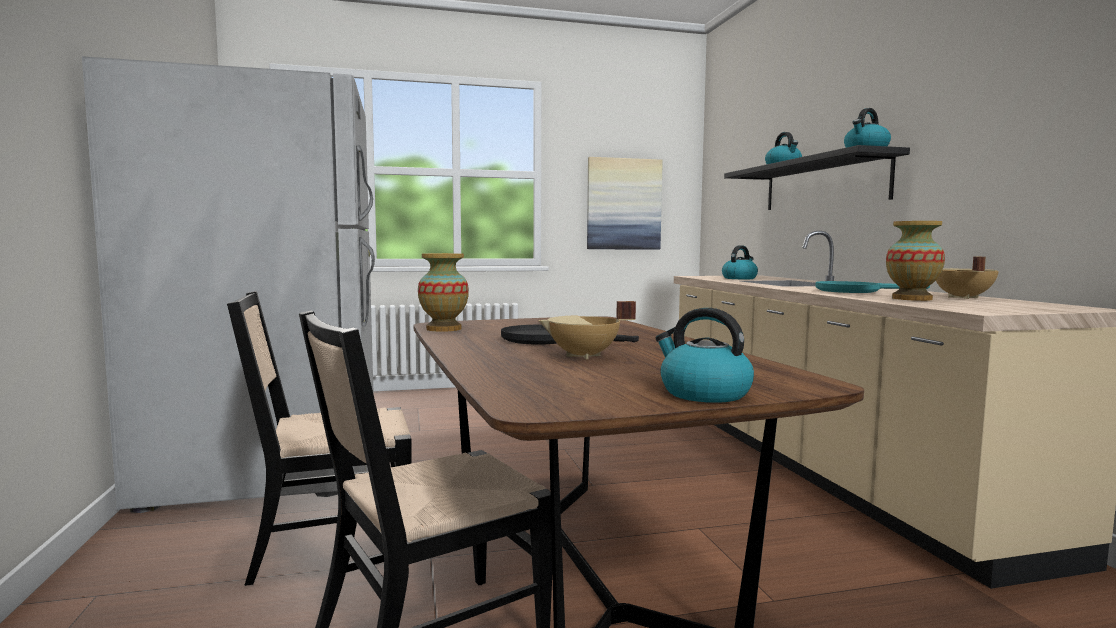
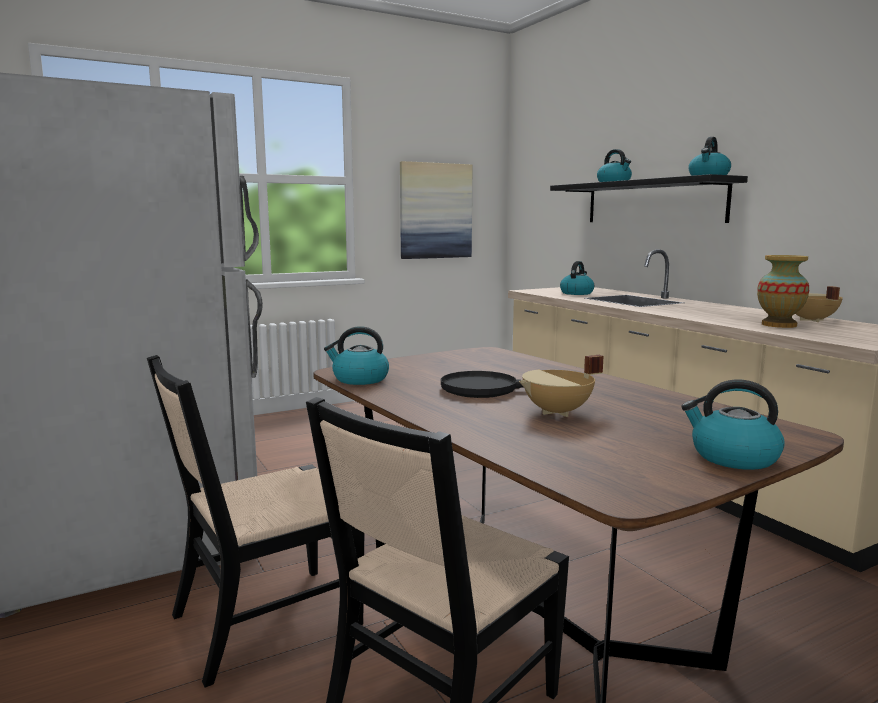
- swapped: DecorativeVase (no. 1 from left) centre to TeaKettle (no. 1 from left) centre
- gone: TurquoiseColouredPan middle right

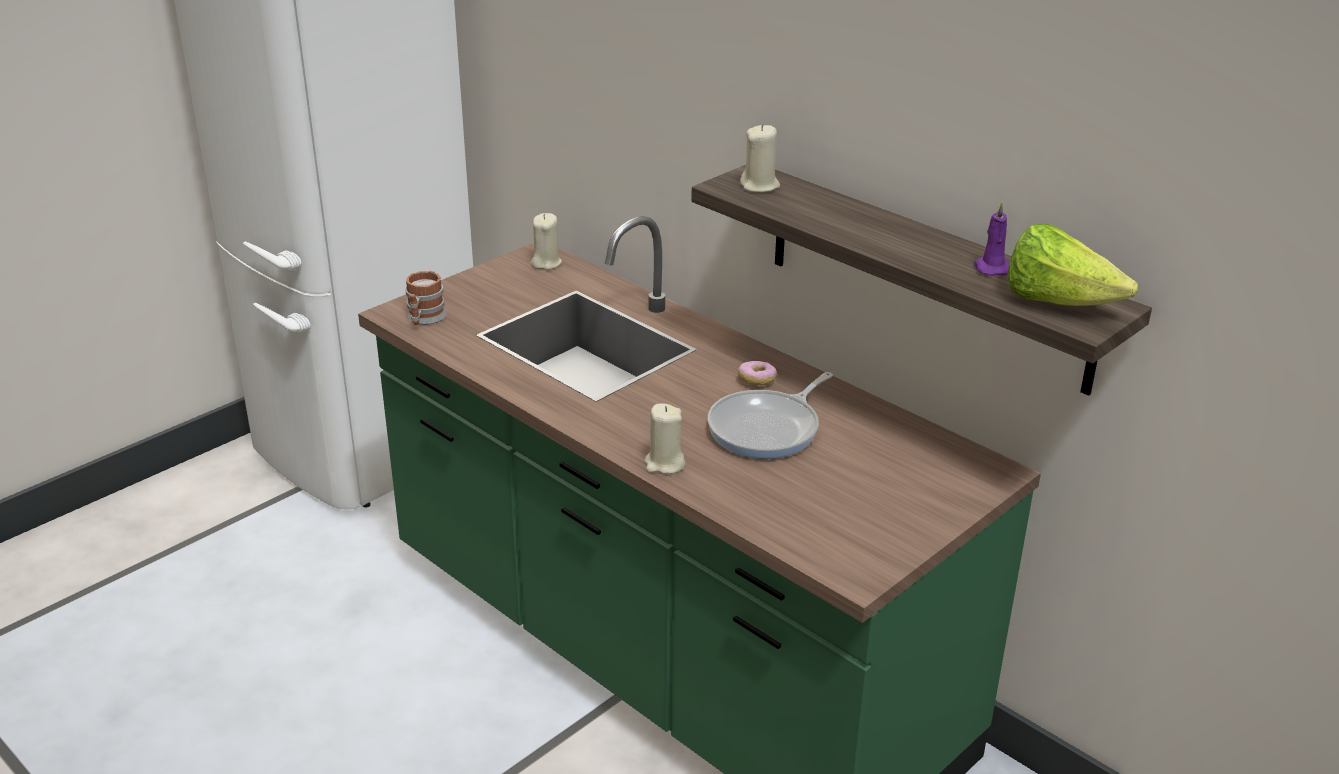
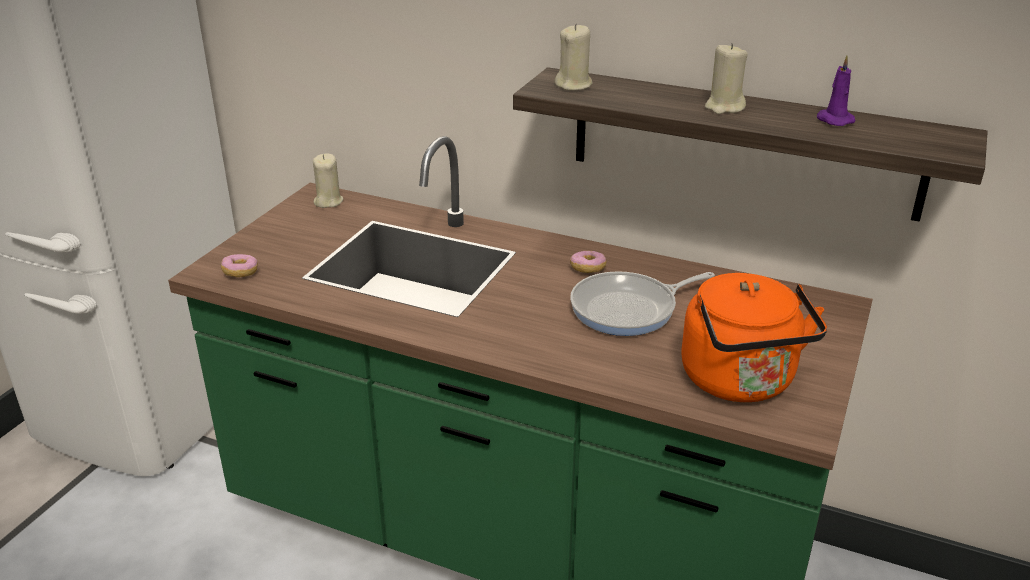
- swapped: CoffeeMug middle left to RingDoughnut (no. 1 from left) middle left
- shifted: BeigeColouredWaxLight (no. 2 from left in the first image) centre to BeigeColouredWaxLight (no. 3 from left) top right
- rotated: Pan centre = centre 45 degrees clockwise
- gone: LettuceHead middle right
- new: OrangeTeaKettle middle right

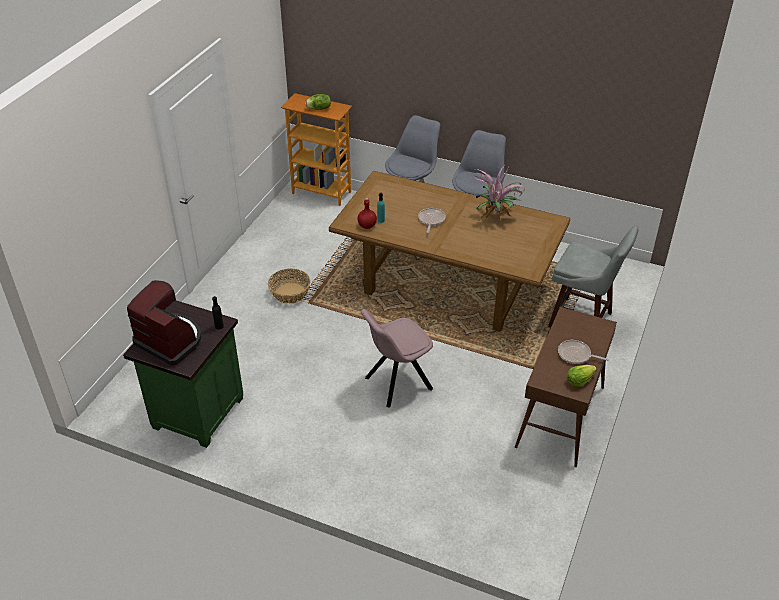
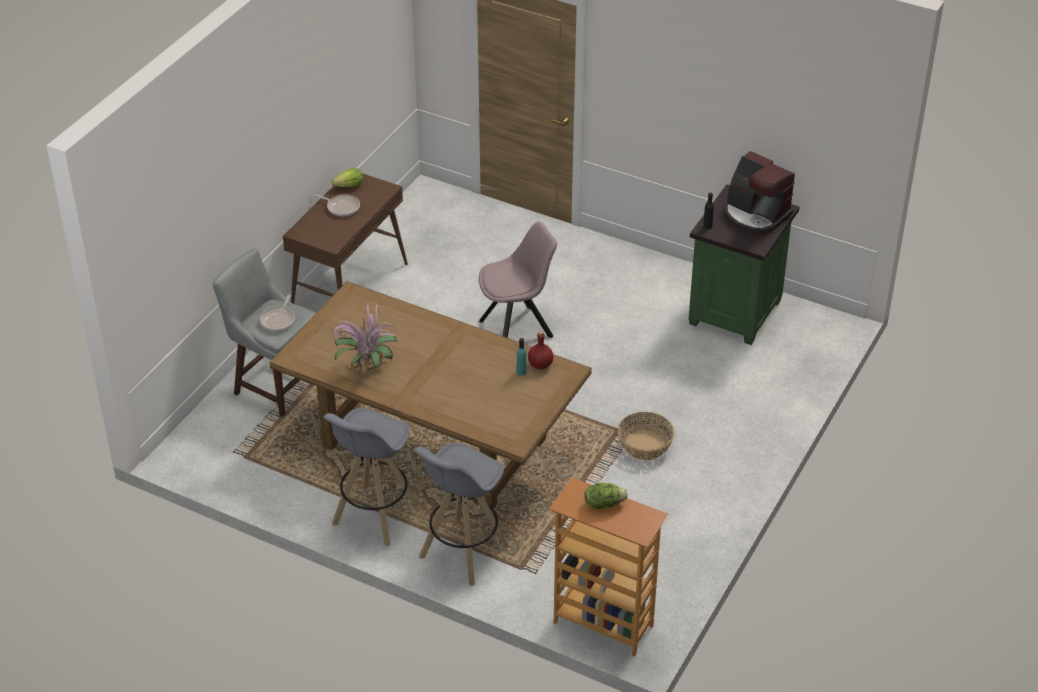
- shifted: Pan (no. 1 from left) centre to middle left

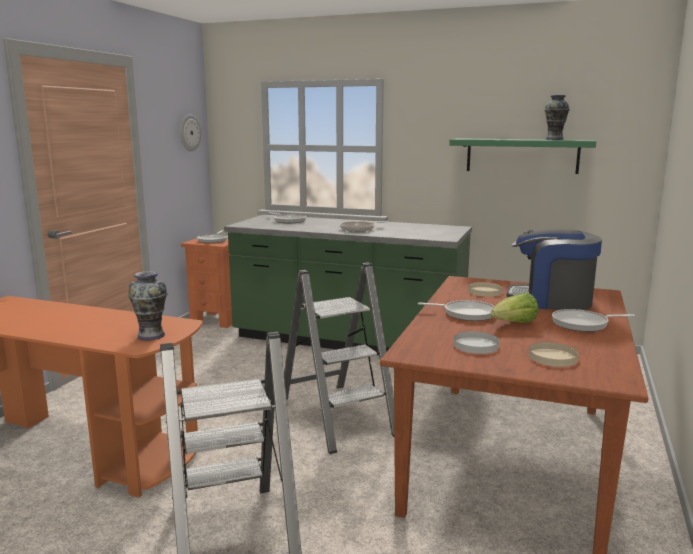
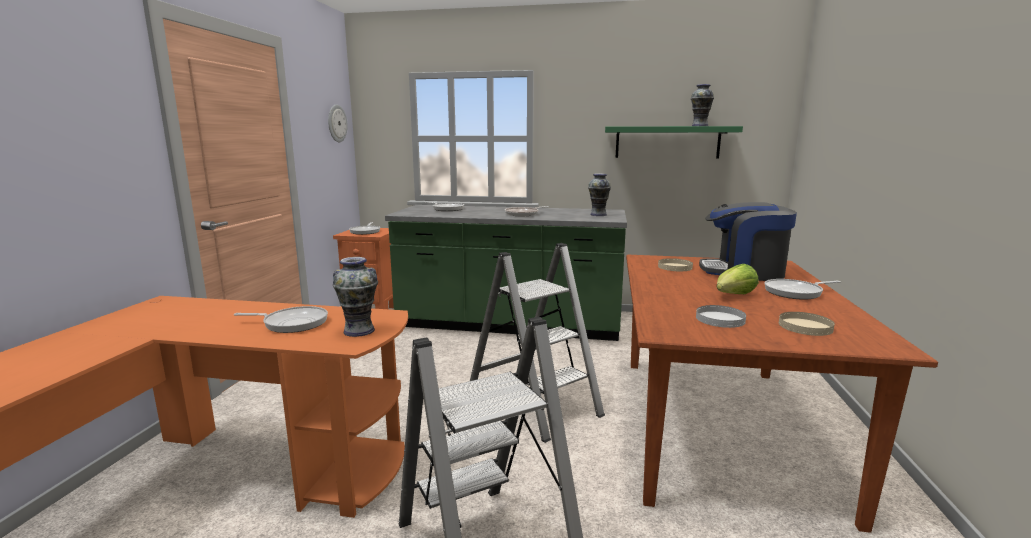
- shifted: Pan (no. 4 from left in the first image) centre to Pan (no. 1 from left) middle left
- new: DecorativeVase (no. 2 from left) centre

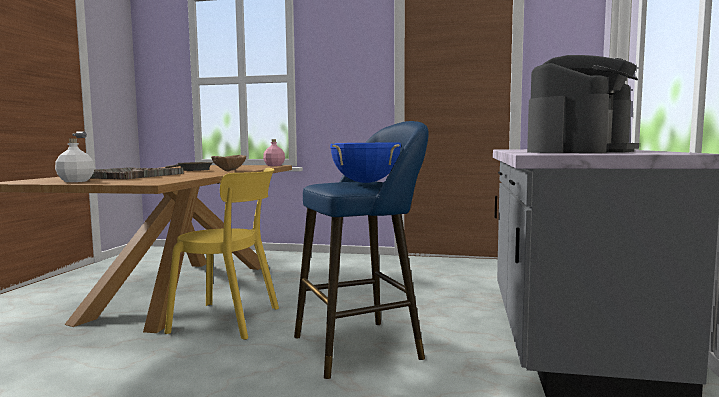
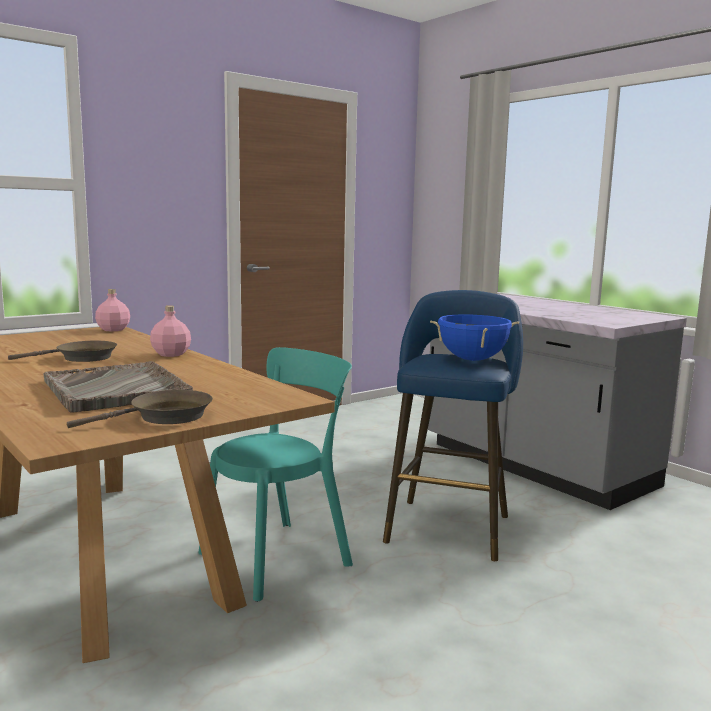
- swapped: WhitishBeverageBottle middle left to BrownishPan (no. 2 from left) middle left
- repainted: YellowPlainChair middle left to TurquoiseColouredPlainChair bottom centre
- swapped: BrownishBowl middle left to PinkBeverageBottle (no. 2 from left) middle left
- gone: CoffeeBrewer top right

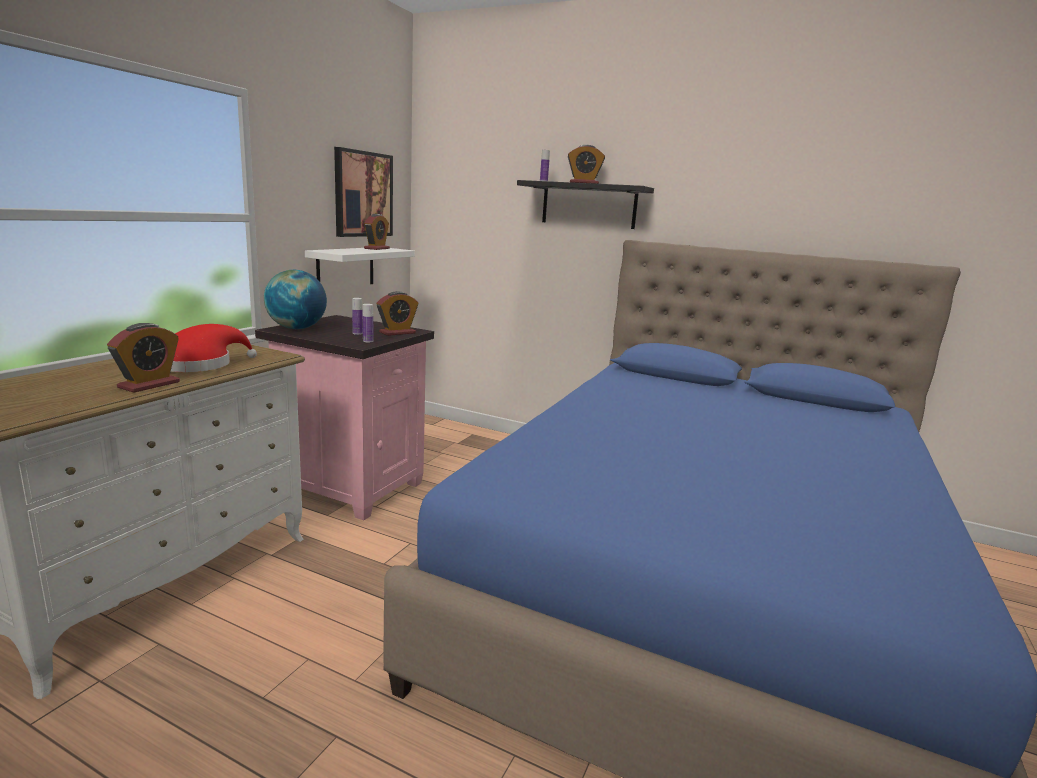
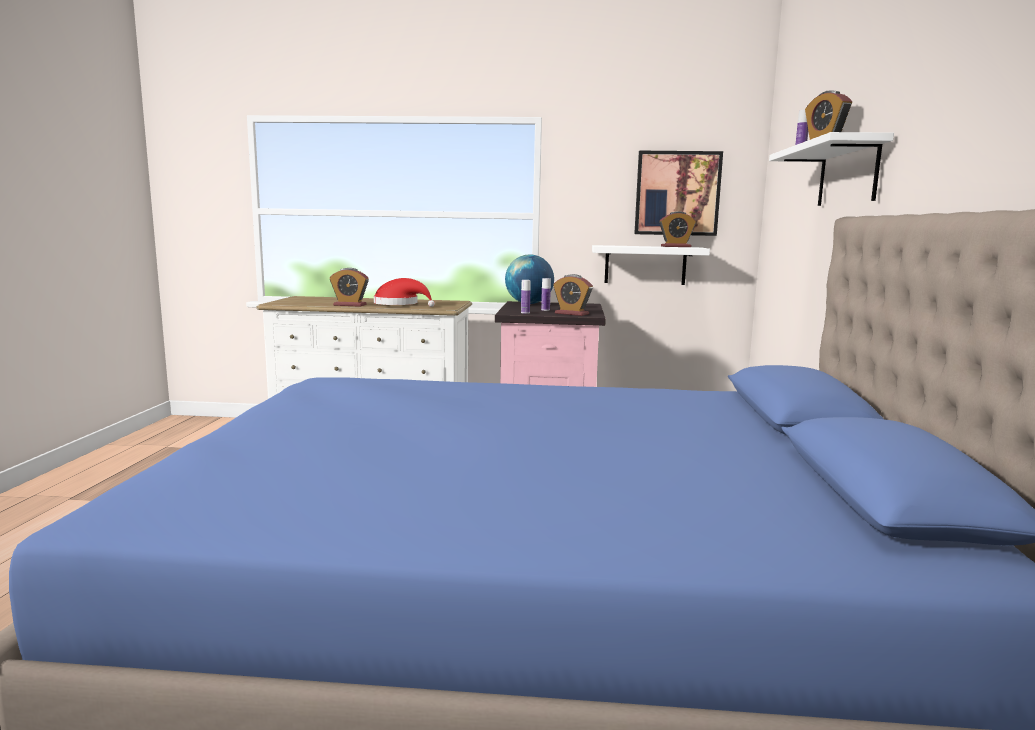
- repainted: BlackishWallShelf top centre to WhitishWallShelf (no. 2 from left) top right

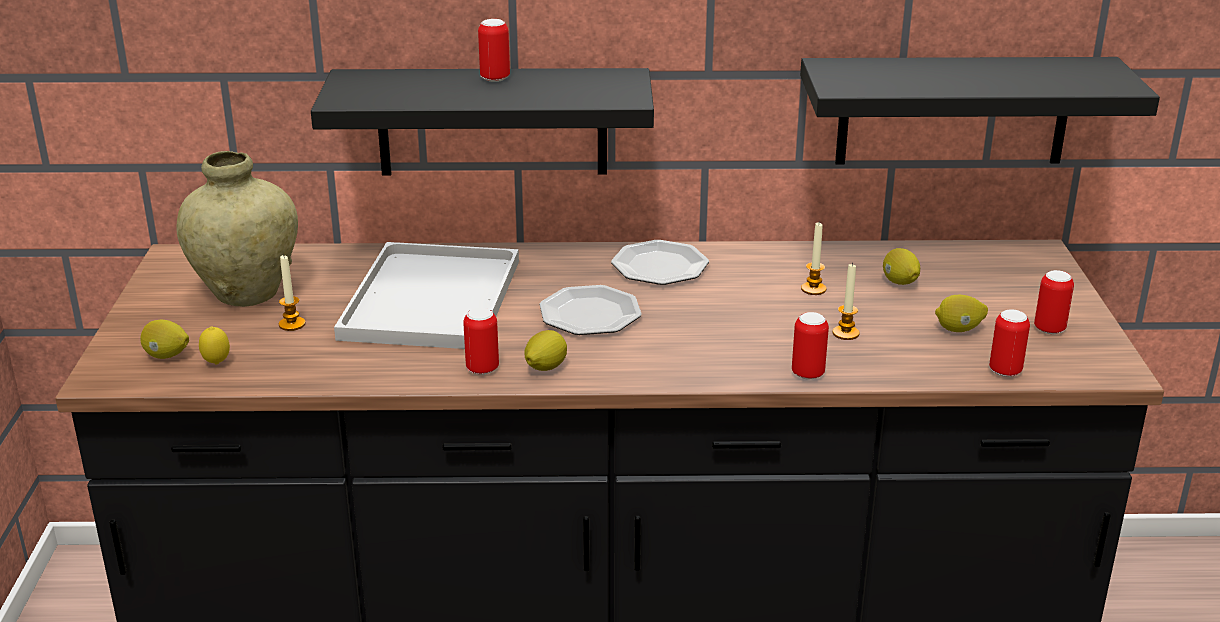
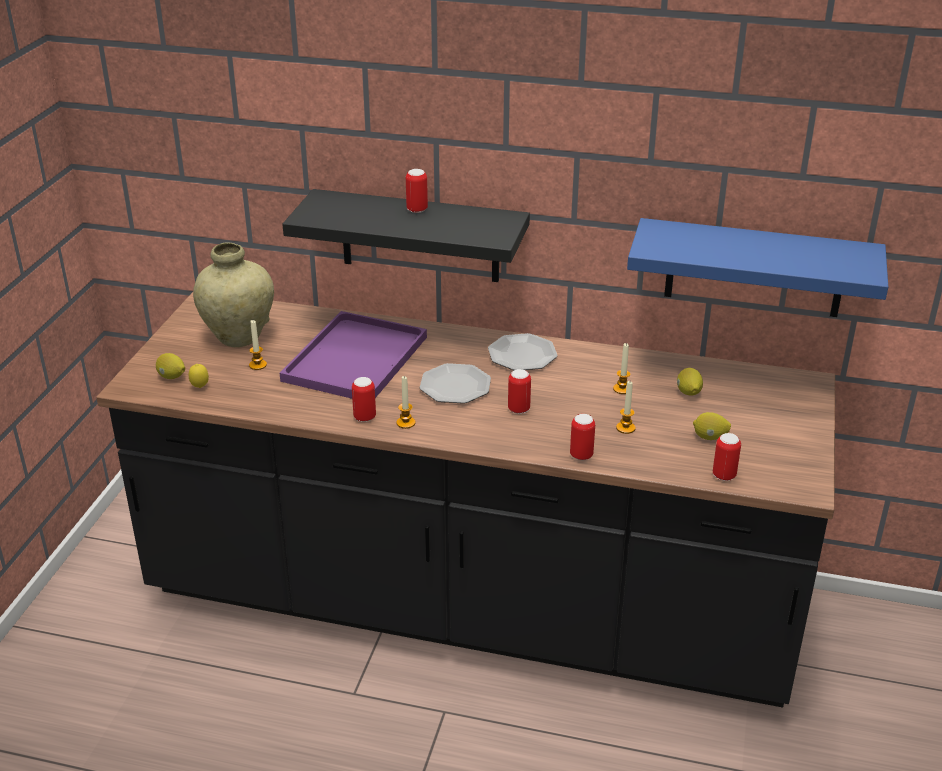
- repainted: WhitishServingTray centre to PurpleColouredServingTray centre
- swapped: Lemon (no. 3 from left) centre to WaxLight (no. 2 from left) centre
- repainted: BlackishWallShelf (no. 2 from left) top right to BlueColouredWallShelf middle right
- shifted: SealedCan (no. 5 from left in the first image) middle right to SealedCan (no. 3 from left) centre

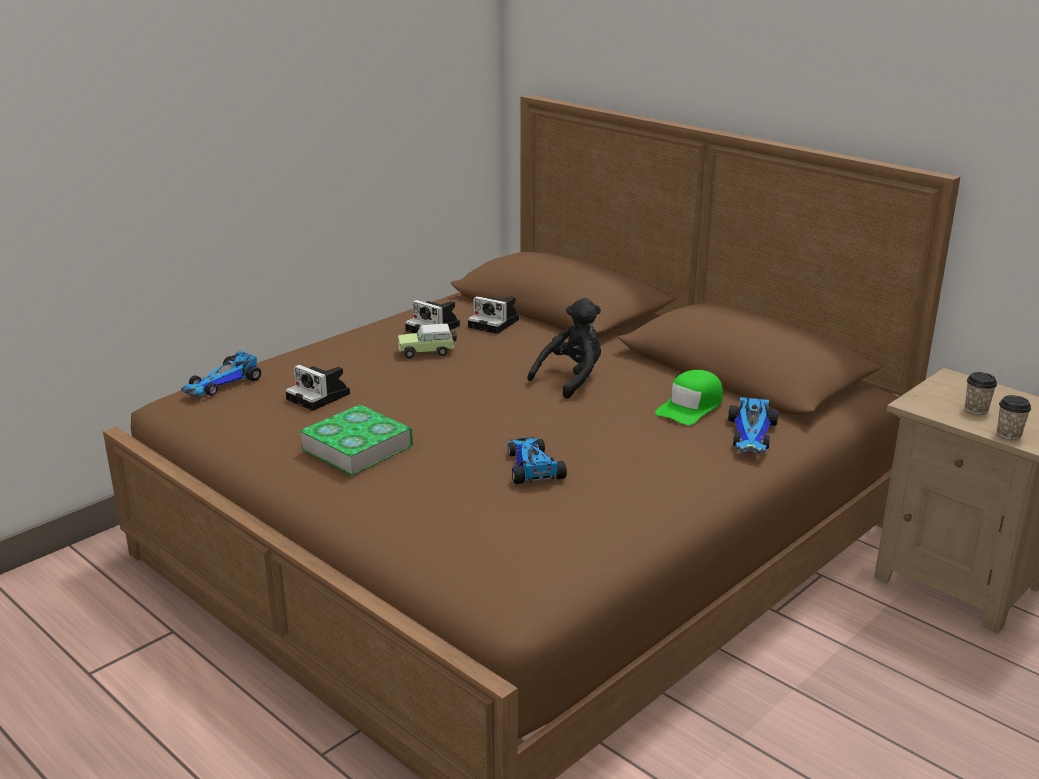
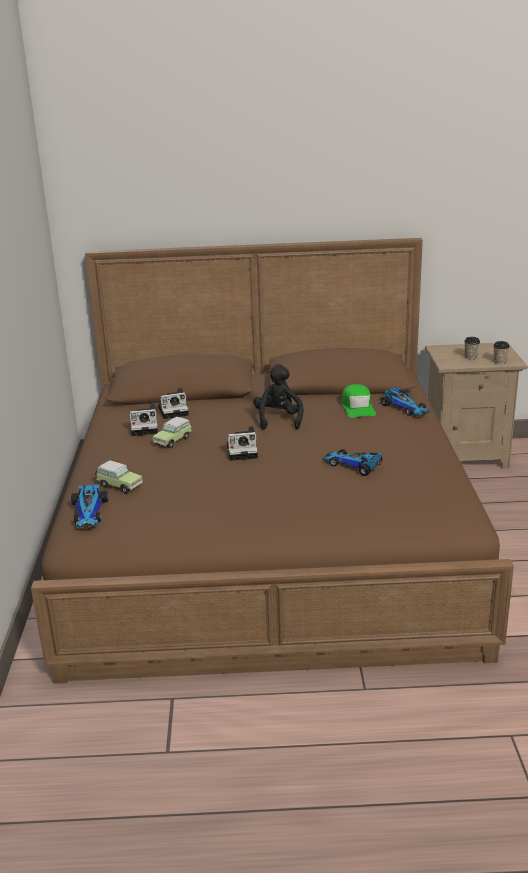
- shifted: StillCamera (no. 1 from left in the first image) middle left to StillCamera (no. 3 from left) centre
- gone: Book centre
- new: ModelCar (no. 2 from left) middle left

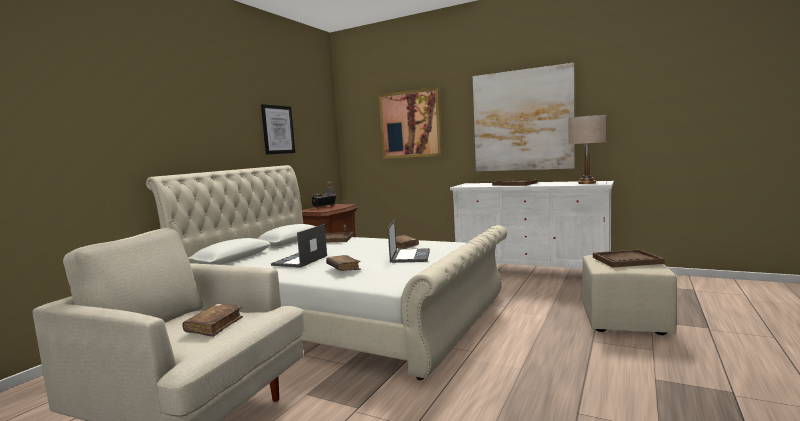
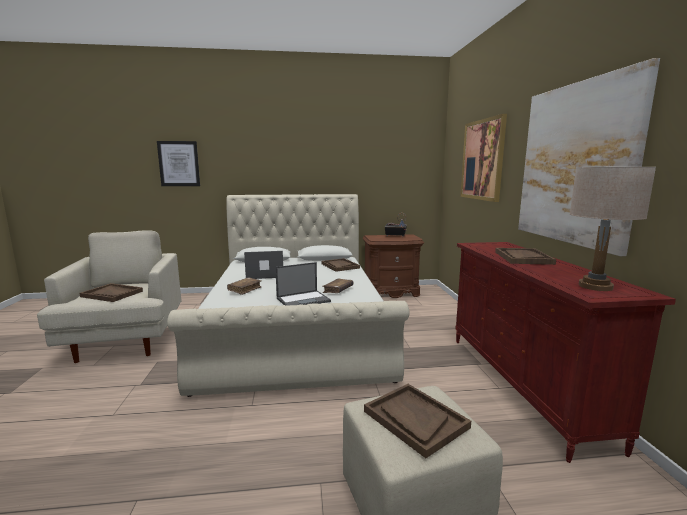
- swapped: BrownishBook (no. 1 from left) bottom left to BrownishServingTray (no. 1 from left) middle left
- shifted: WallPicture (no. 1 from left) top centre to top left
- repainted: WhitishDrawerChest centre to ReddishDrawerChest bottom right

